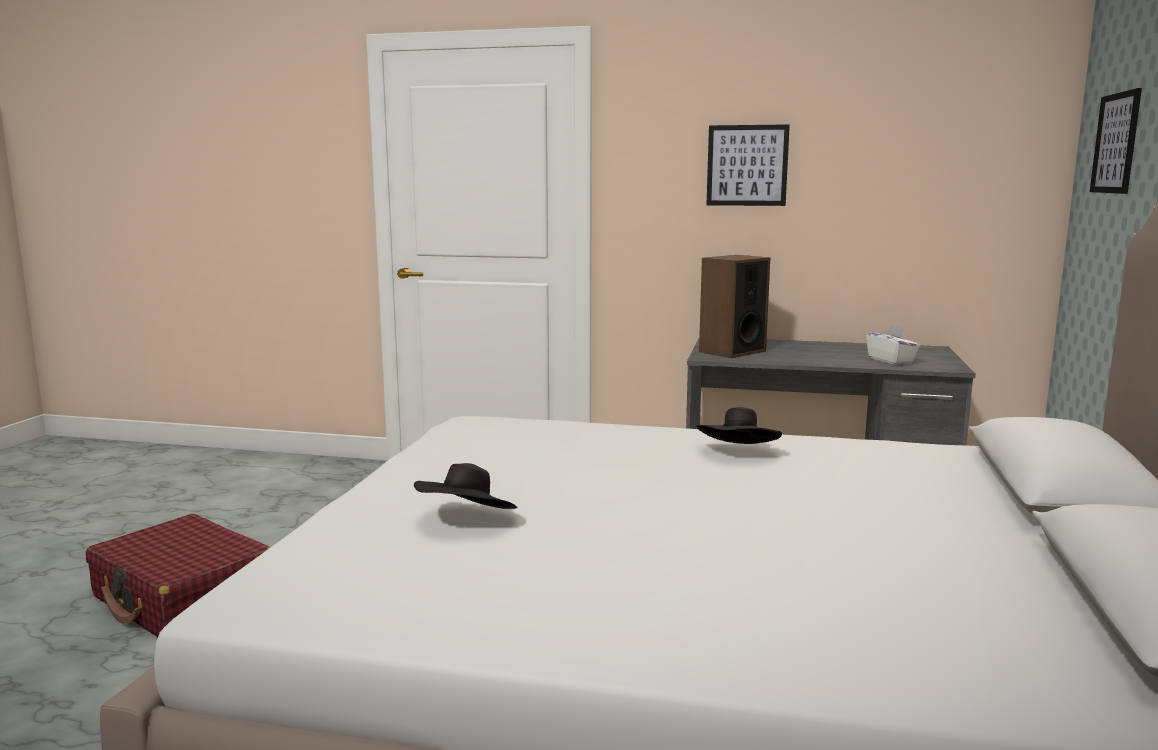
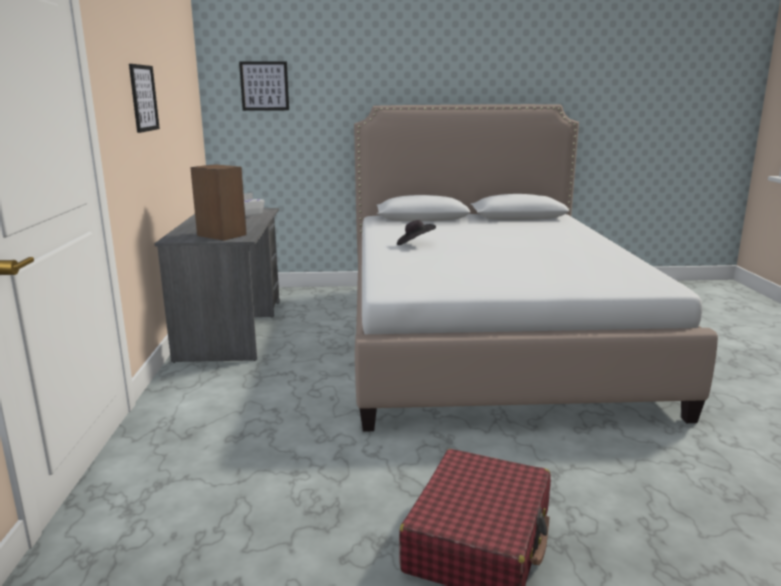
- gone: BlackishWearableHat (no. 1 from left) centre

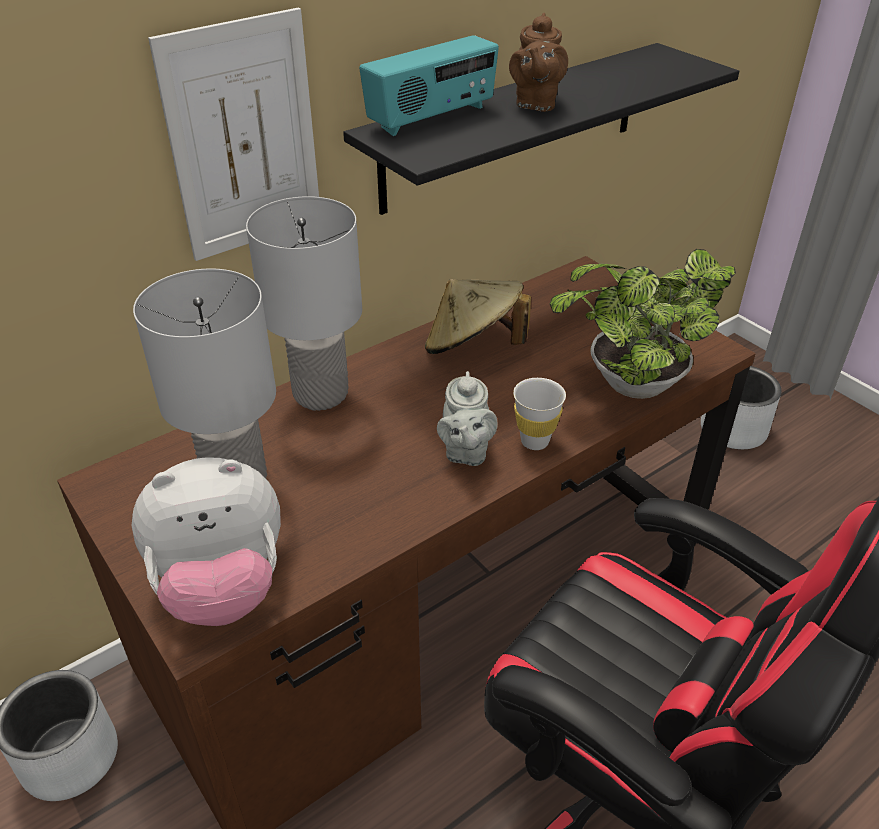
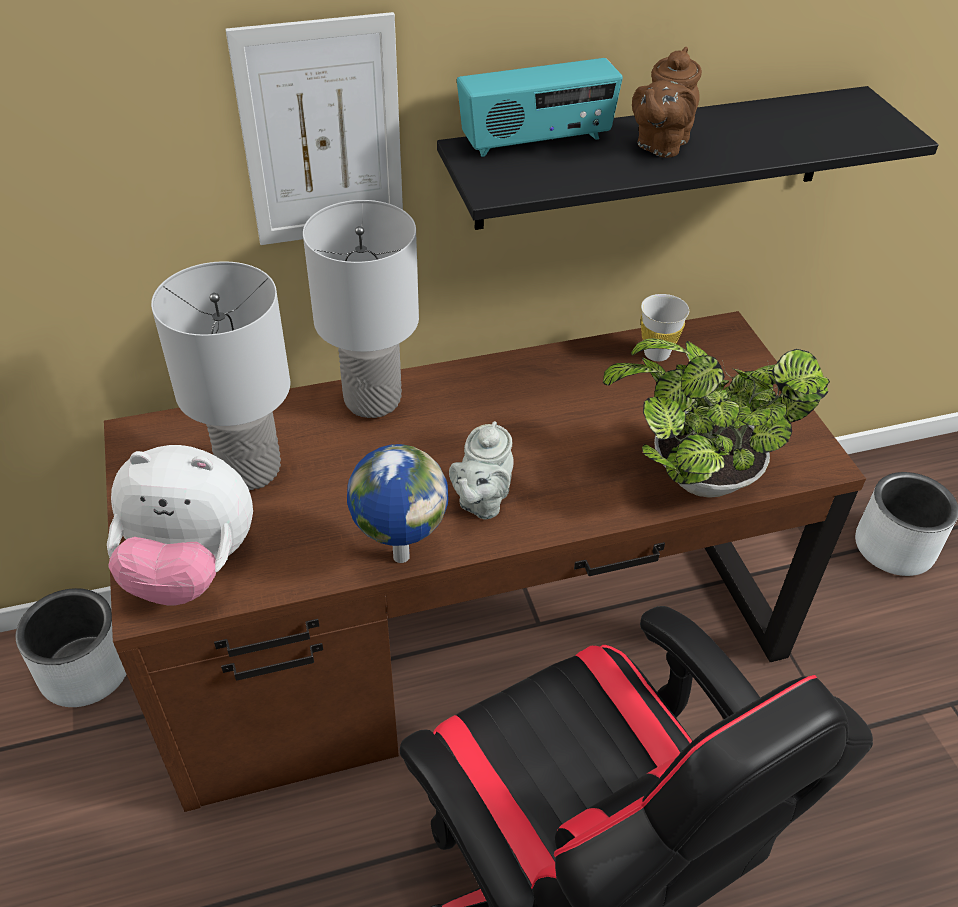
- gone: BeigeColouredWearableHat centre
- shifted: WhitishDrinkingCup centre to middle right
- new: DeskGlobe centre

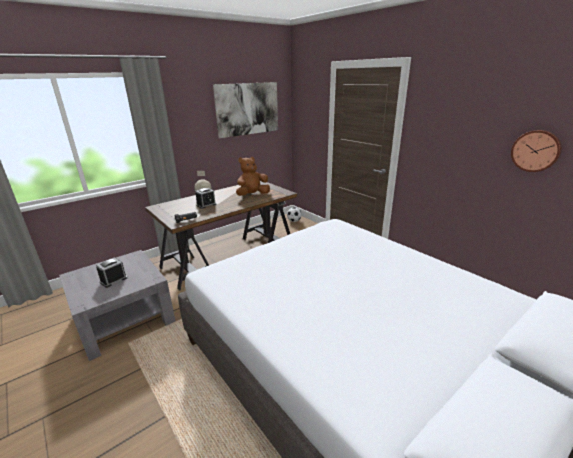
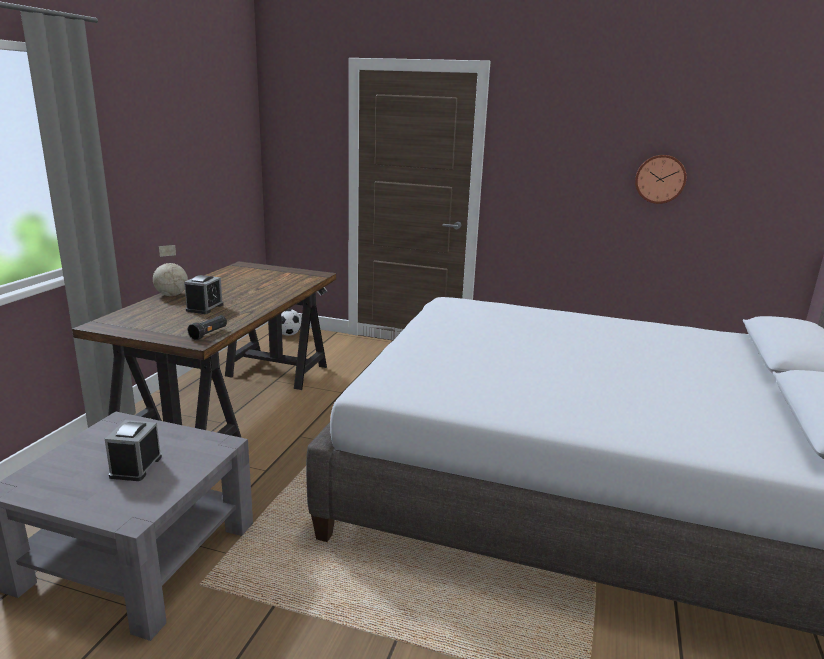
- gone: WallPicture top centre
- gone: BrownishPlushToy centre

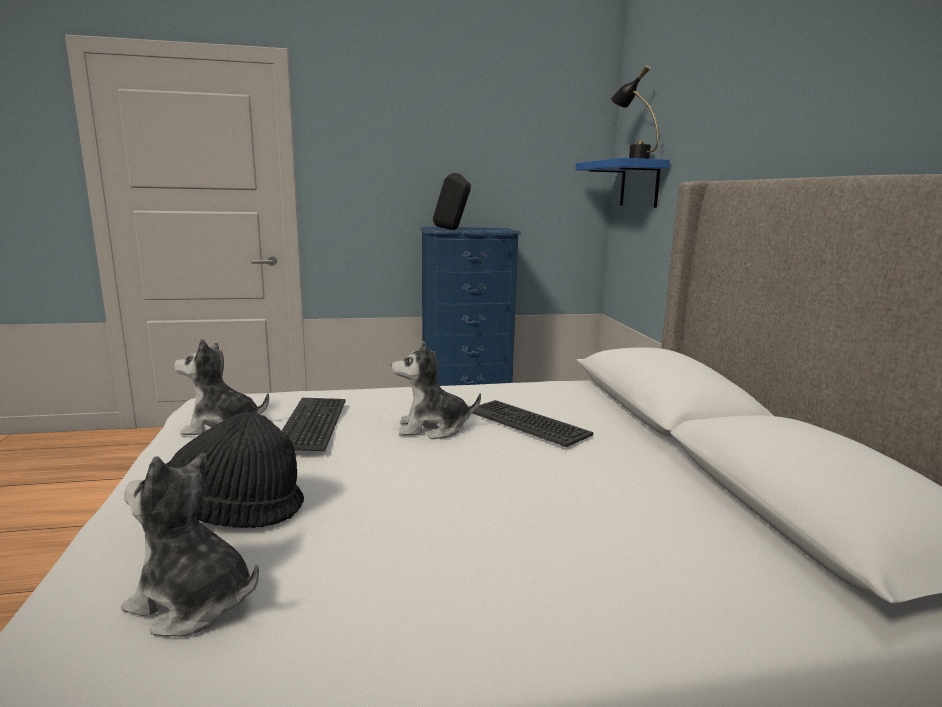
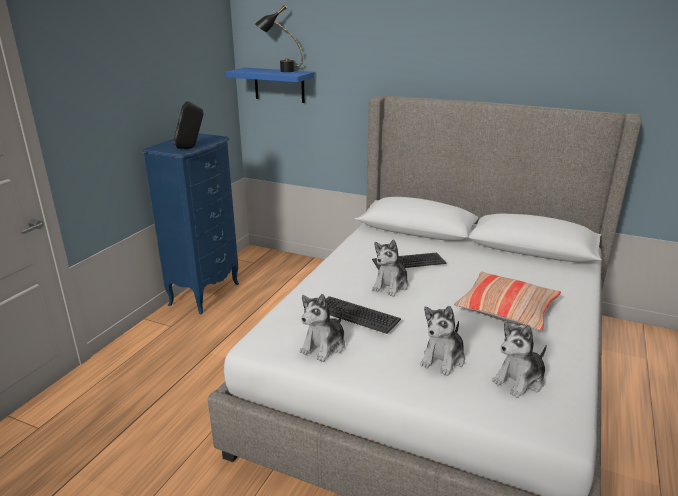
- swapped: BlackishWearableHat middle left to PlushToy (no. 3 from left) bottom centre
- new: Pillow middle right

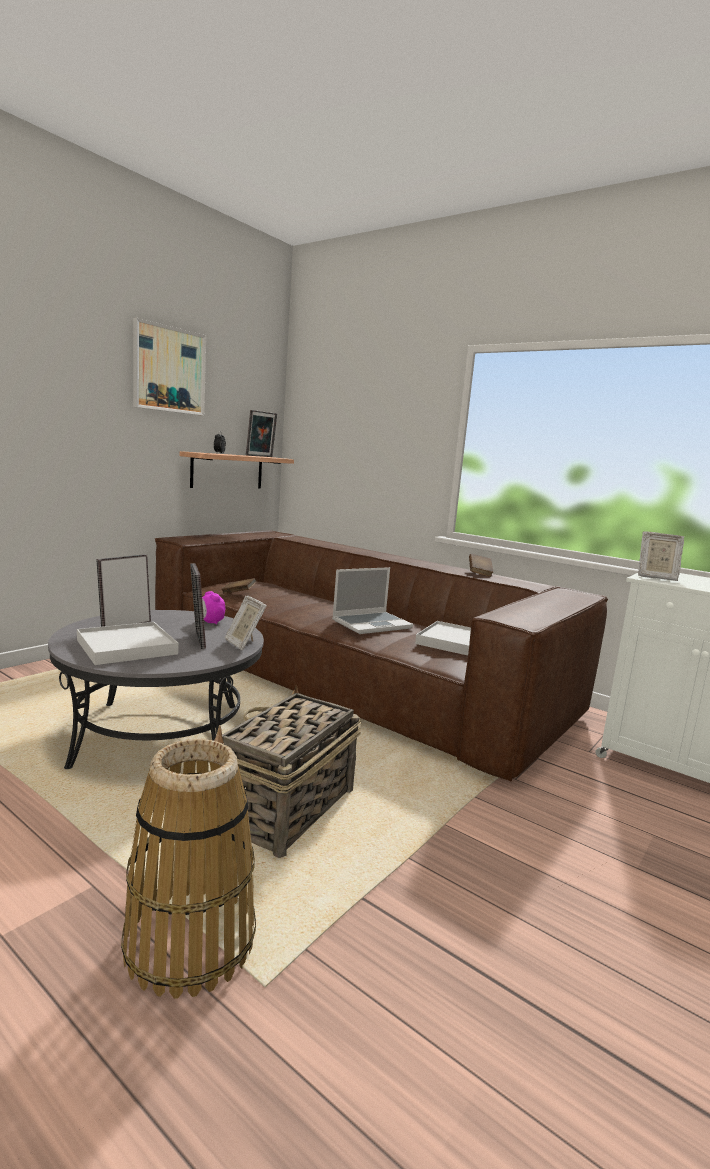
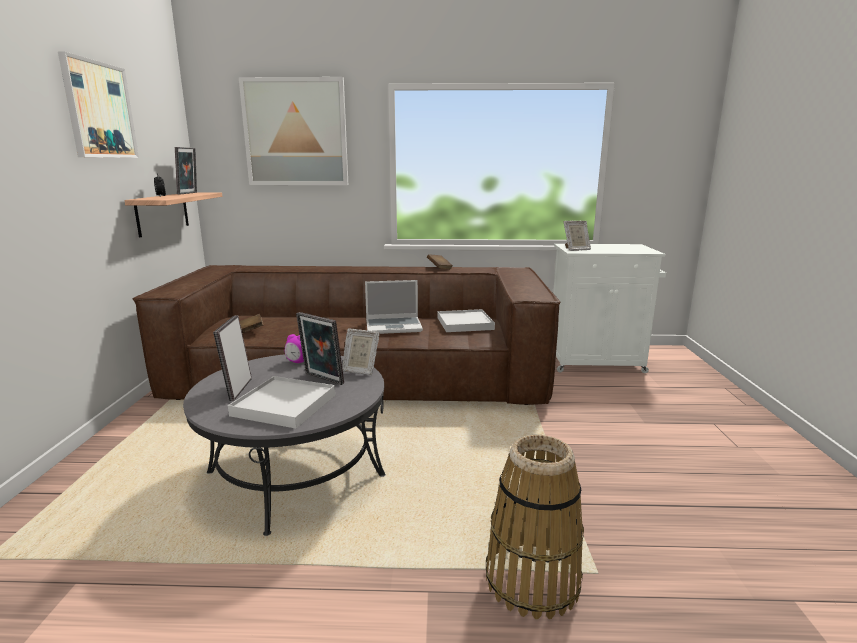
- gone: HouseholdBasket (no. 2 from left) centre
- rotated: NotebookComputer centre = centre 60 degrees clockwise
- new: WallPicture (no. 2 from left) top centre

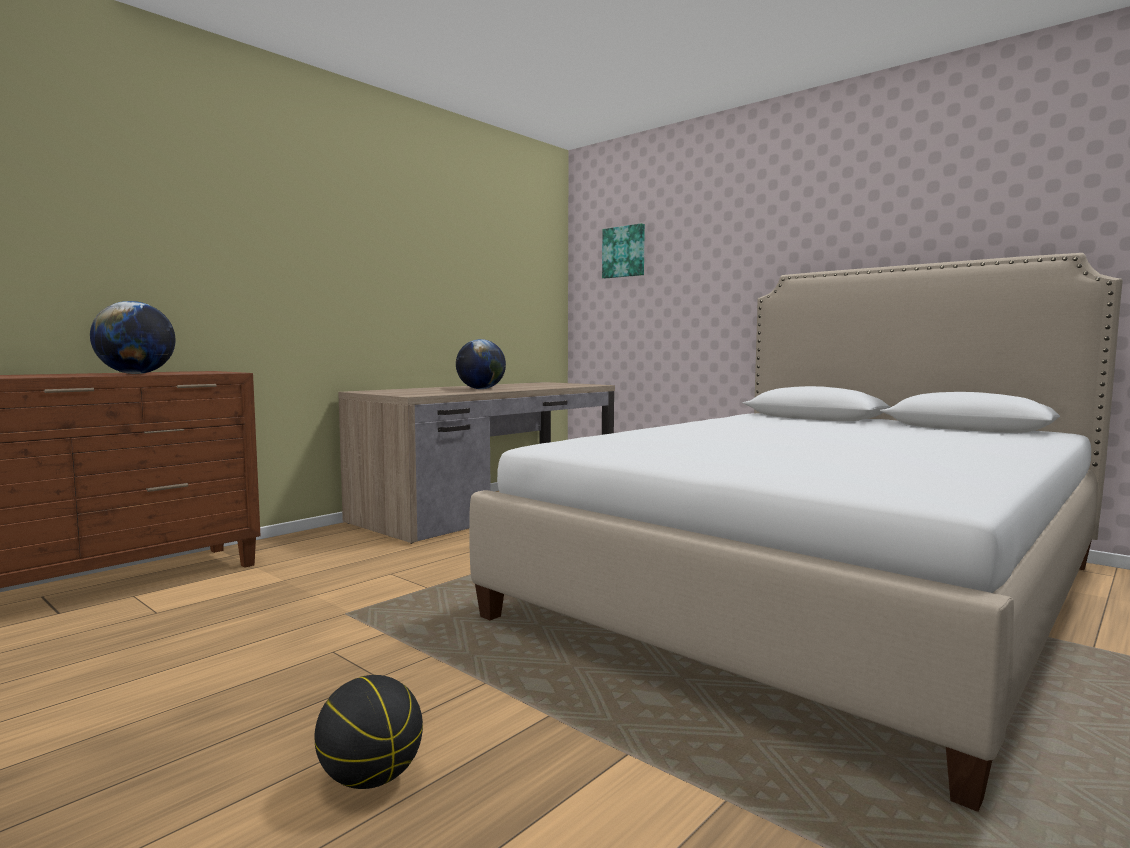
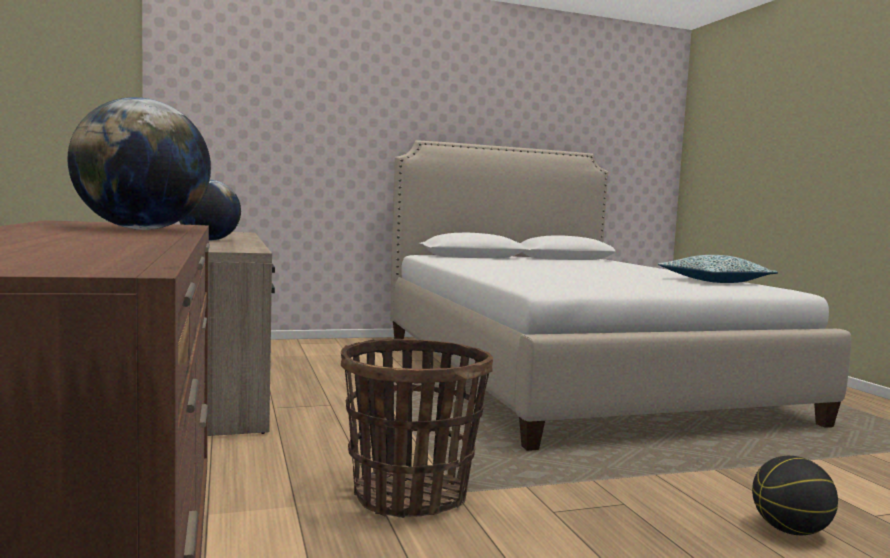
- gone: WallPicture top centre
- new: HouseholdBasket bottom centre
- new: Pillow middle right

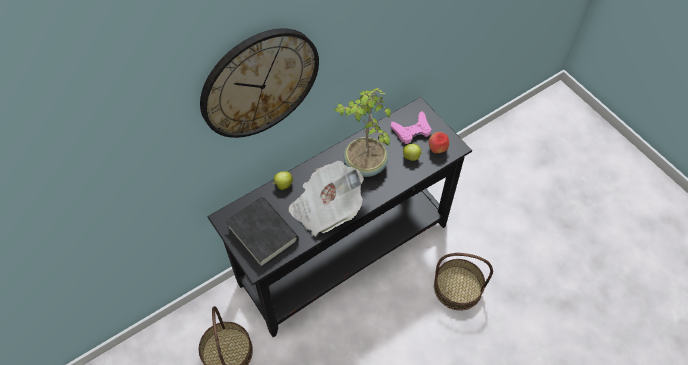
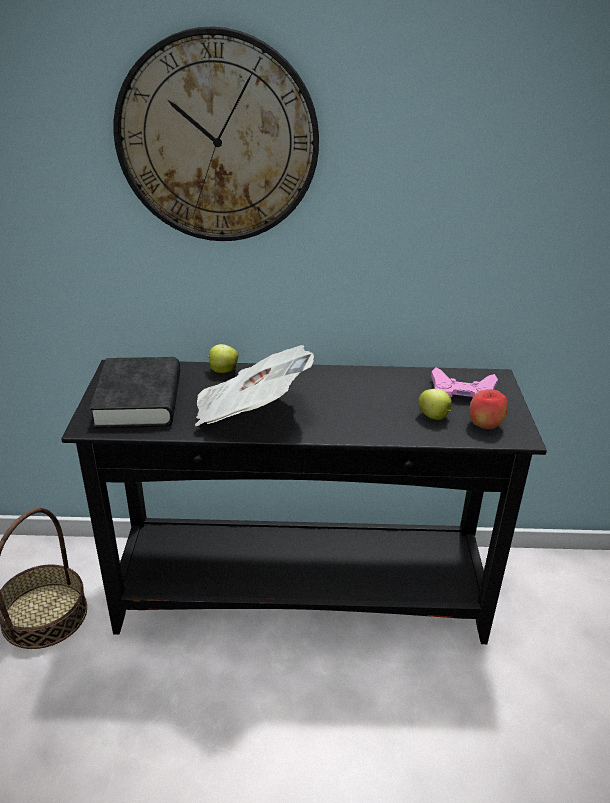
- gone: Houseplant centre
- gone: HouseholdBasket (no. 2 from left) bottom right

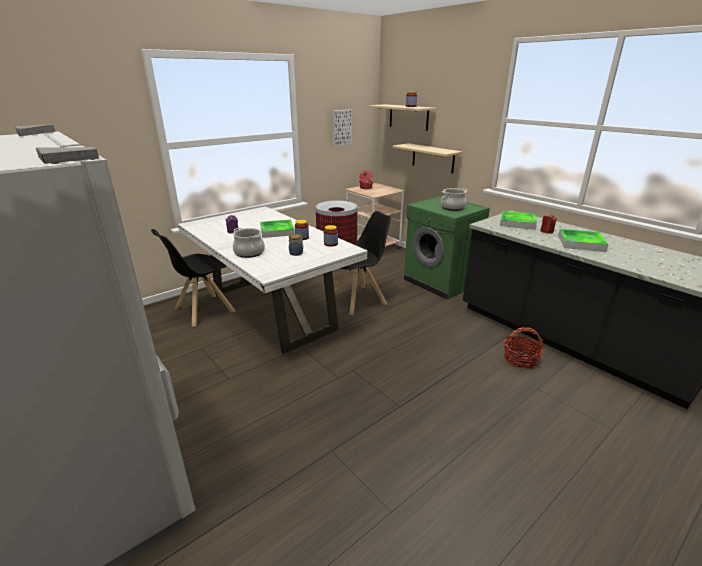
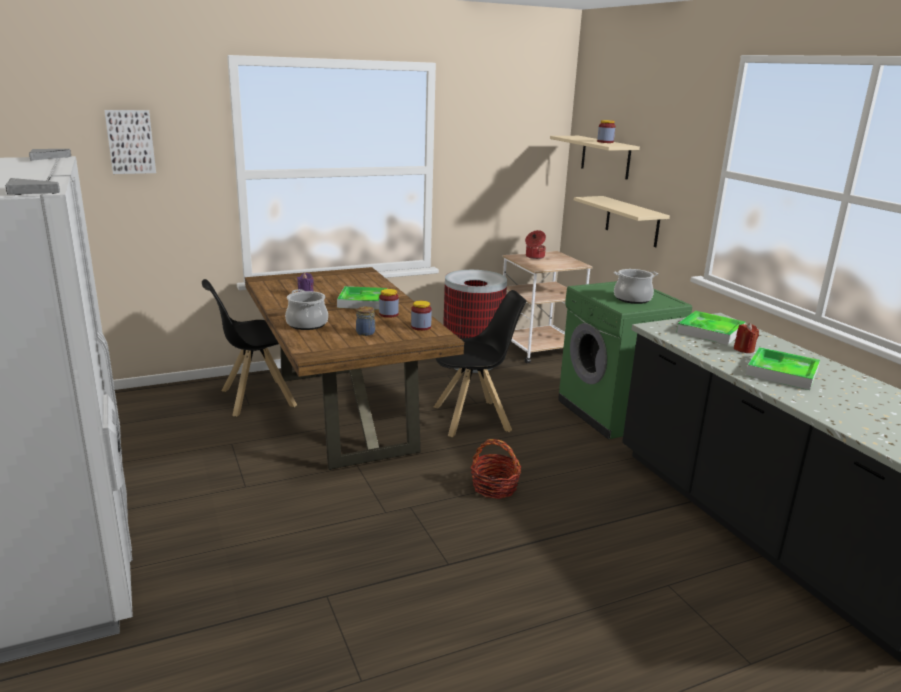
- repainted: WhitishDiningTable centre to BrownishDiningTable centre
- shifted: WallPicture top centre to top left
- shifted: HouseholdBasket middle right to bottom centre

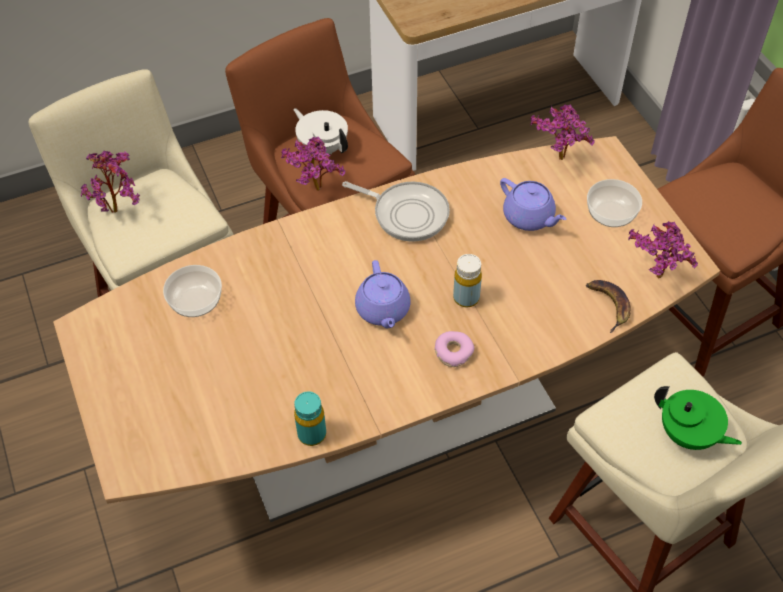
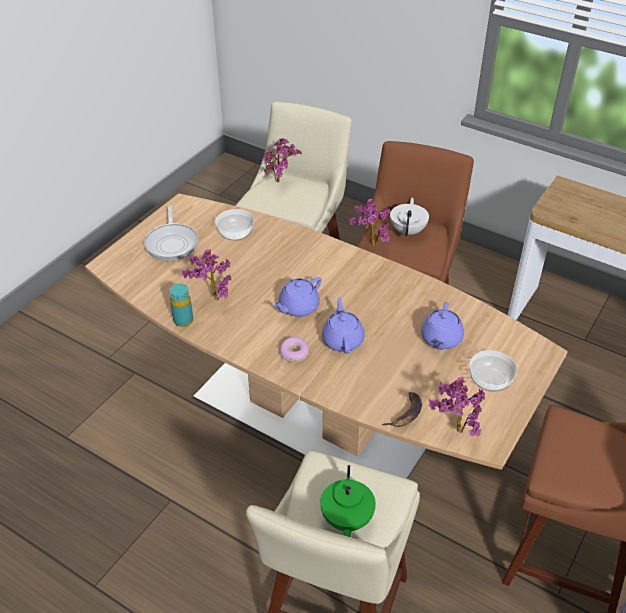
- shifted: Pan centre to middle left
- swapped: YellowBeverageBottle centre to PurpleColouredPotForTea (no. 2 from left) centre
- shifted: Houseplant (no. 3 from left in the first image) top right to Houseplant (no. 1 from left) middle left

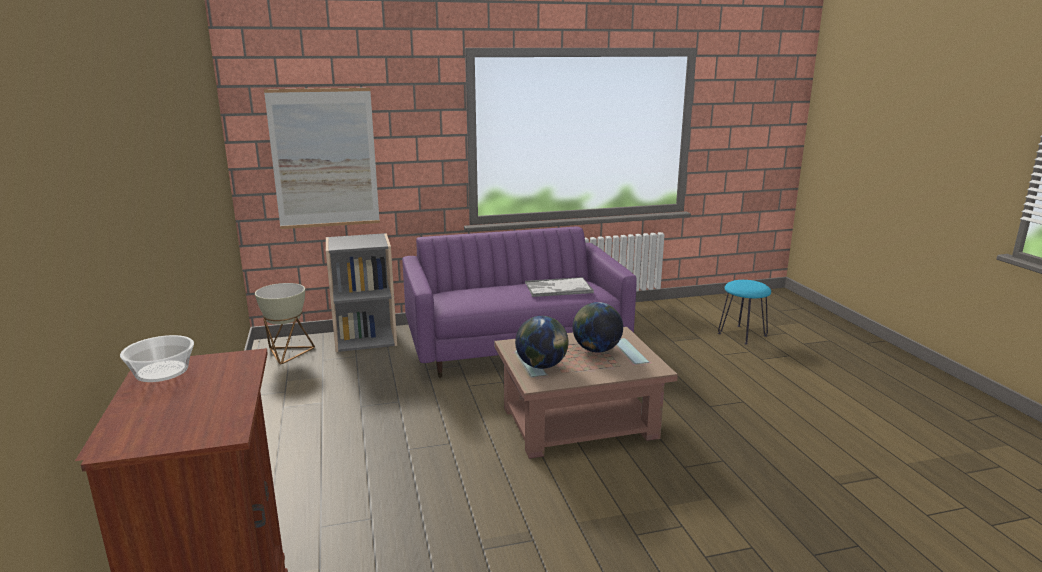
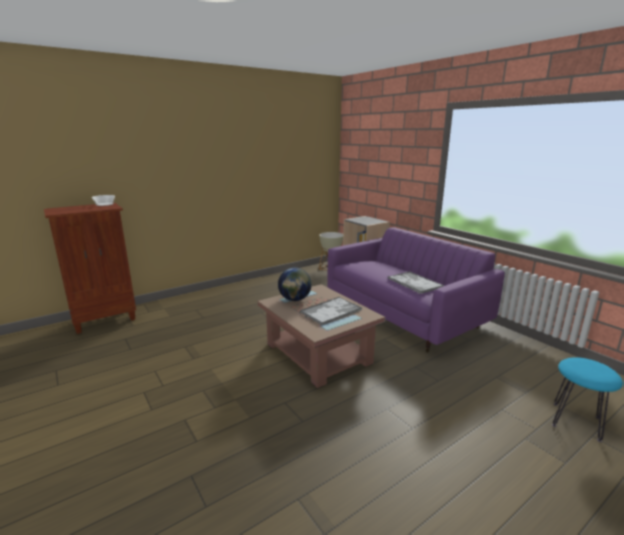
- gone: WallPicture top left
- swapped: DeskGlobe (no. 2 from left) centre to ServingTray (no. 1 from left) centre

